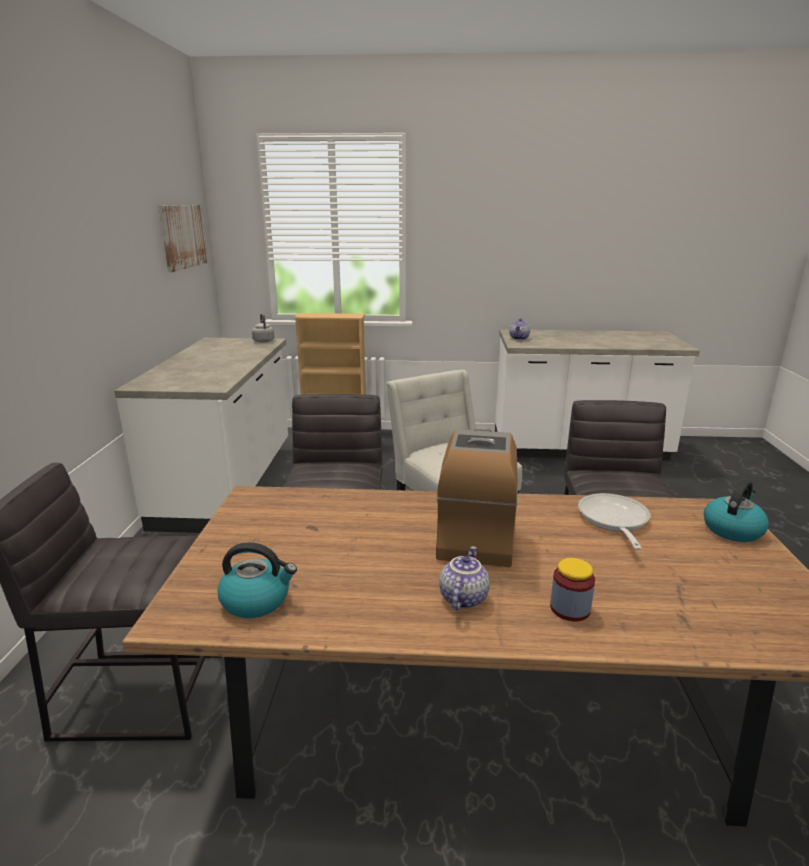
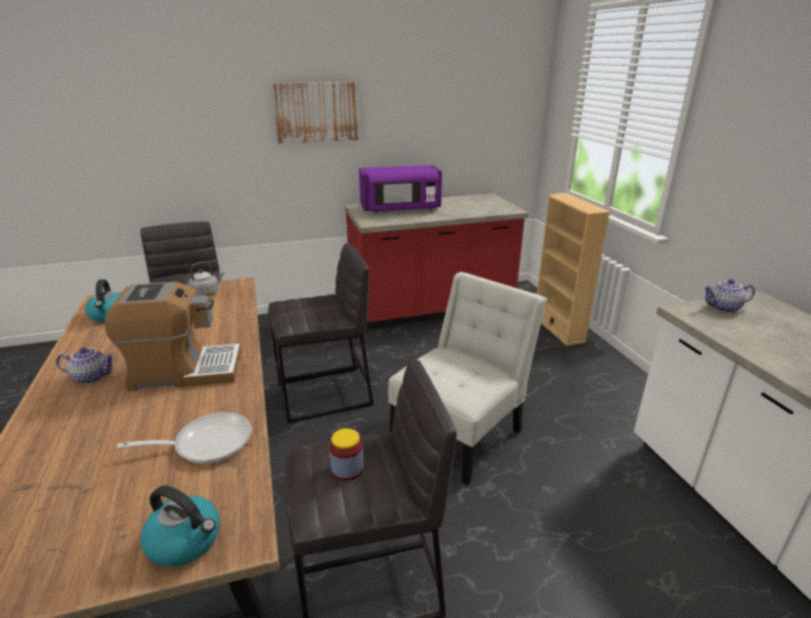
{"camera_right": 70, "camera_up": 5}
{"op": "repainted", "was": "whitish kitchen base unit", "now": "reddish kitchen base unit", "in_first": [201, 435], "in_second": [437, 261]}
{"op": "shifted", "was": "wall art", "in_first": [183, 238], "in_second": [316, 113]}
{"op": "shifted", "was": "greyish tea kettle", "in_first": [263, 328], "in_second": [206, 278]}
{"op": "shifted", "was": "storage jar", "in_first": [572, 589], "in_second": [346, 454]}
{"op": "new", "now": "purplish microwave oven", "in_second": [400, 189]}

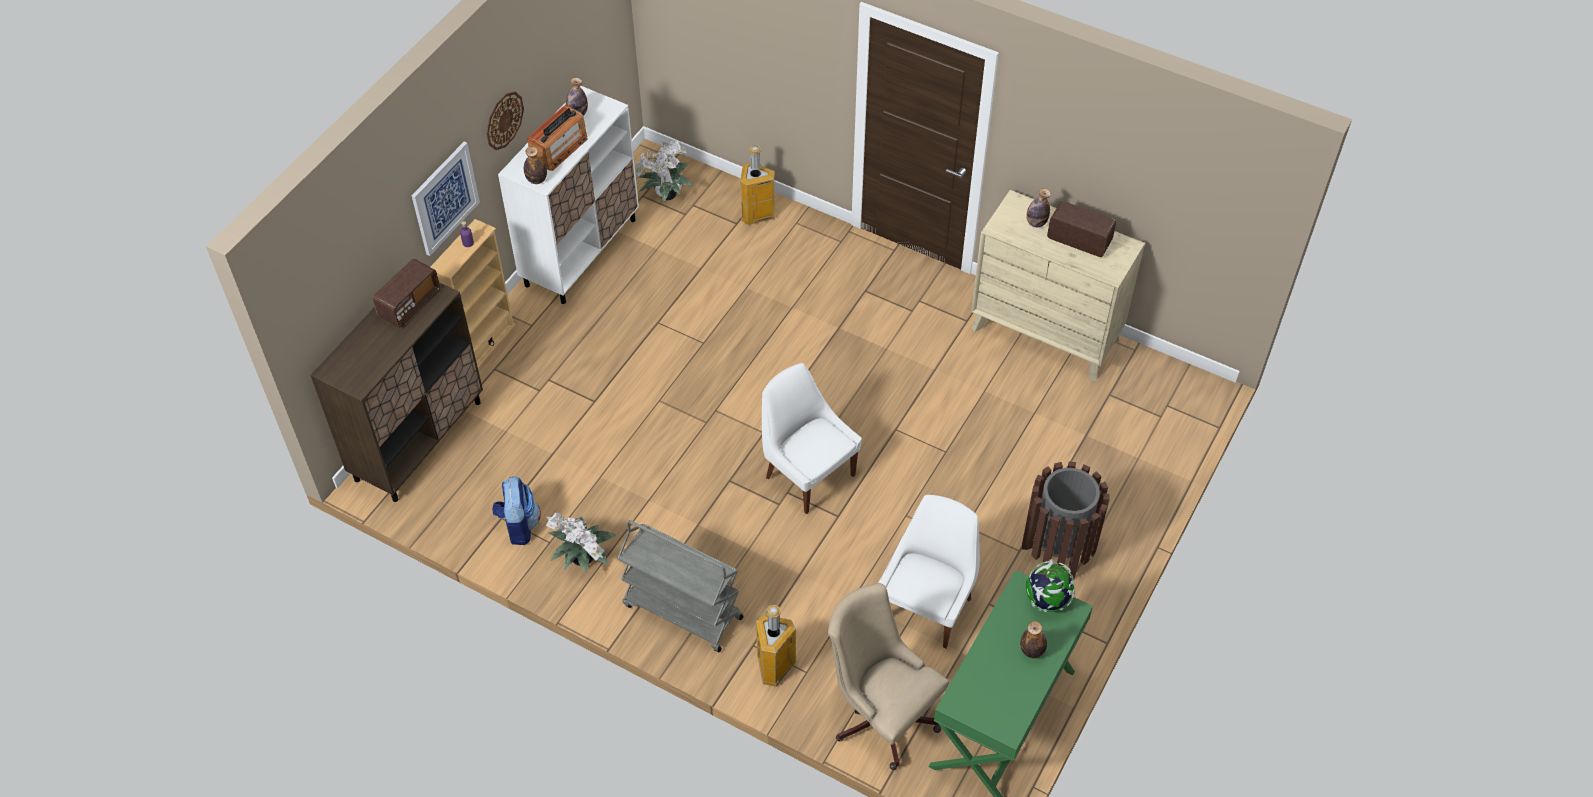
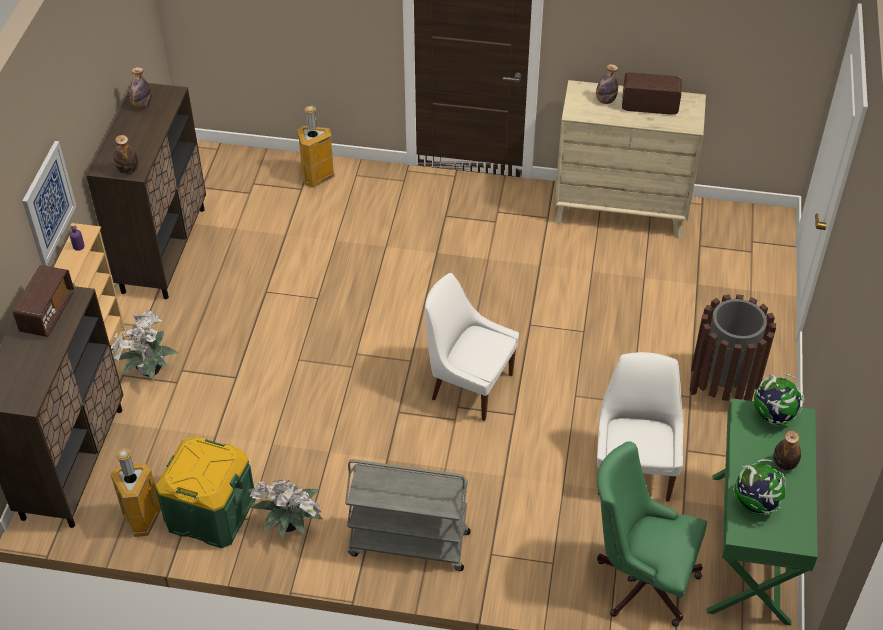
{"camera_right": -20, "camera_up": -5}
{"op": "gone", "was": "clock on the wall", "in_first": [505, 121]}
{"op": "swapped", "was": "rucksack", "now": "green-coloured storage bin", "in_first": [516, 510], "in_second": [205, 492]}
{"op": "repainted", "was": "whitish cabinet", "now": "brown cabinet", "in_first": [568, 195], "in_second": [146, 191]}
{"op": "gone", "was": "radio receiver", "in_first": [557, 138]}
{"op": "shifted", "was": "plant in a pot", "in_first": [664, 171], "in_second": [145, 345]}
{"op": "shifted", "was": "trash can", "in_first": [776, 646], "in_second": [136, 492]}
{"op": "repainted", "was": "beige desk chair", "now": "green-coloured desk chair", "in_first": [888, 676], "in_second": [652, 534]}
{"op": "new", "now": "world globe", "in_second": [759, 487]}

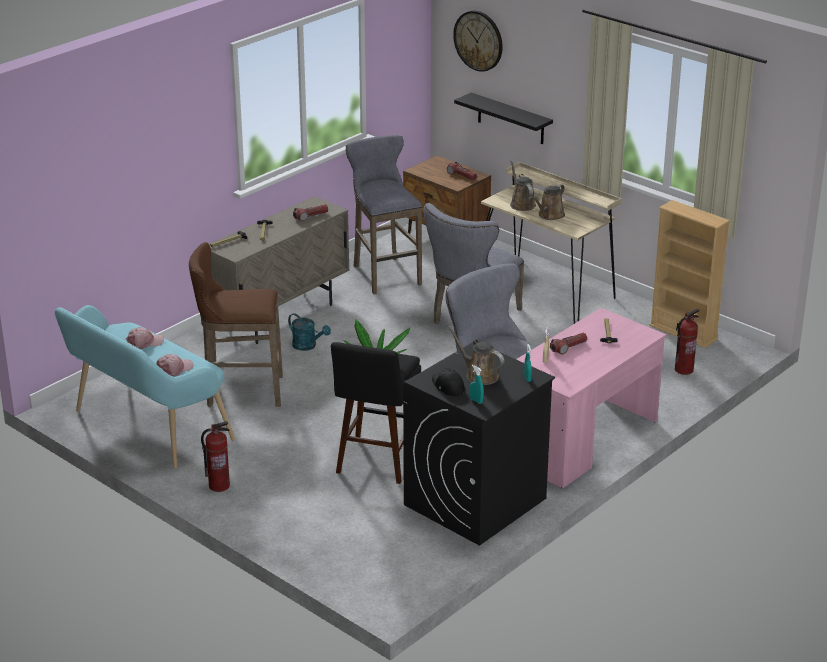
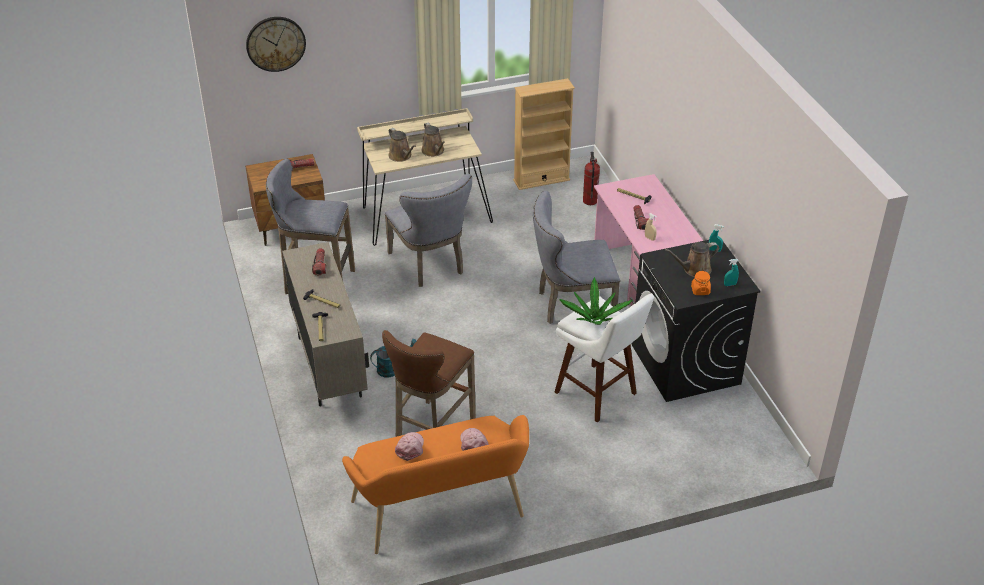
{"camera_right": -60, "camera_up": 10}
{"op": "repainted", "was": "blue-green indoor bench", "now": "orange indoor bench", "in_first": [145, 387], "in_second": [435, 484]}
{"op": "gone", "was": "fire-fighting cylinder", "in_first": [215, 456]}
{"op": "repainted", "was": "blackish sitting stool", "now": "whitish sitting stool", "in_first": [376, 413], "in_second": [604, 358]}
{"op": "swapped", "was": "blackish peaked cap", "now": "orange storage jar", "in_first": [448, 382], "in_second": [701, 283]}
{"op": "gone", "was": "blackish shelf", "in_first": [503, 118]}
{"op": "rotated", "was": "brown watering pot", "in_first": [523, 185], "in_second": [402, 145], "clockwise": -135}

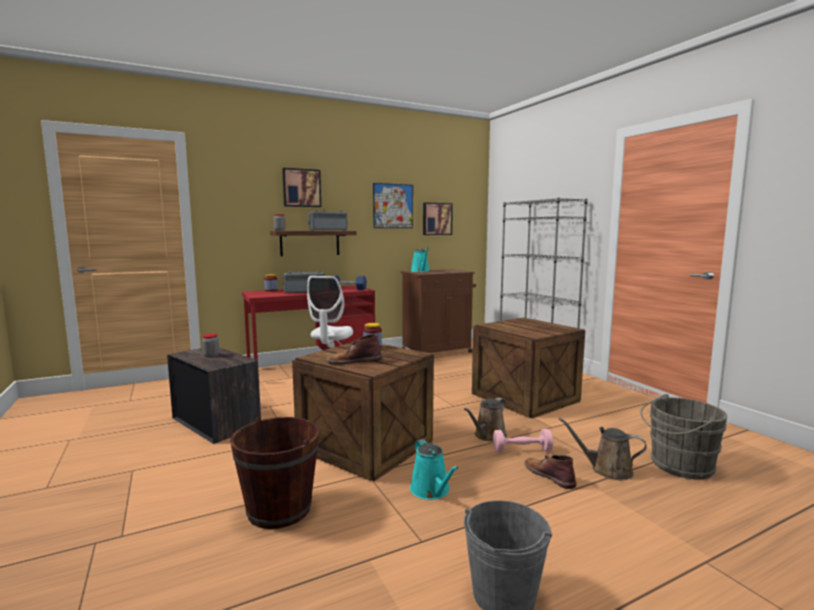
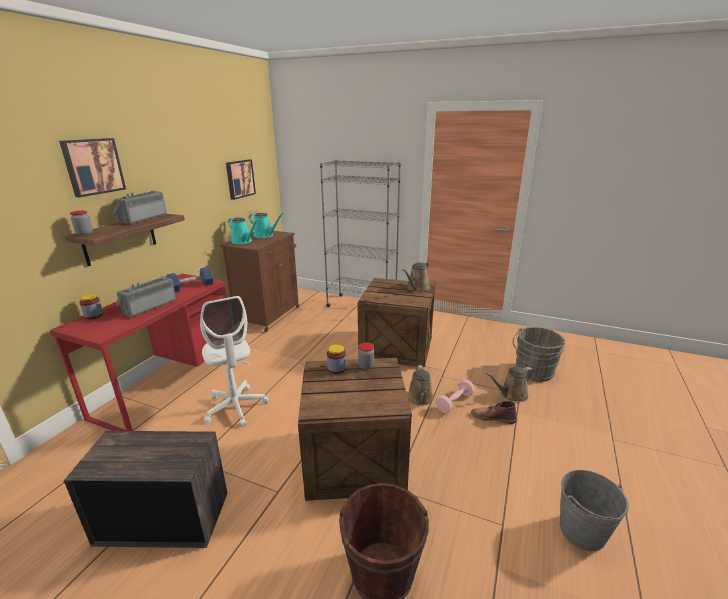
{"camera_right": -40, "camera_up": 15}
{"op": "shifted", "was": "storage jar", "in_first": [210, 346], "in_second": [366, 356]}
{"op": "gone", "was": "brown boot", "in_first": [353, 349]}
{"op": "gone", "was": "wall art", "in_first": [393, 205]}
{"op": "shifted", "was": "blue-green watering pot", "in_first": [434, 469], "in_second": [266, 225]}
{"op": "new", "now": "brown watering pot", "in_second": [416, 277]}

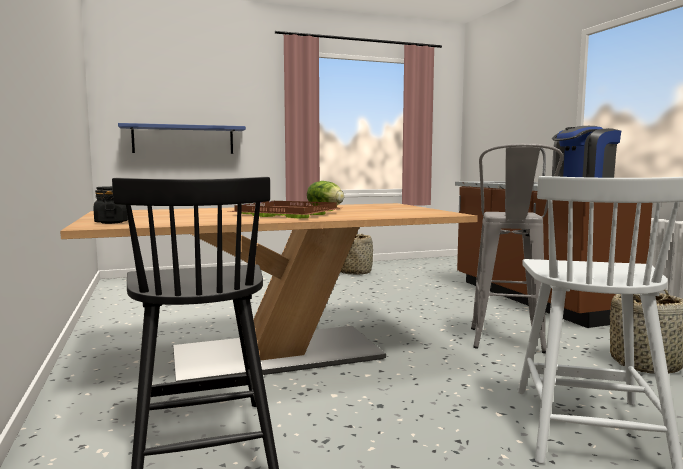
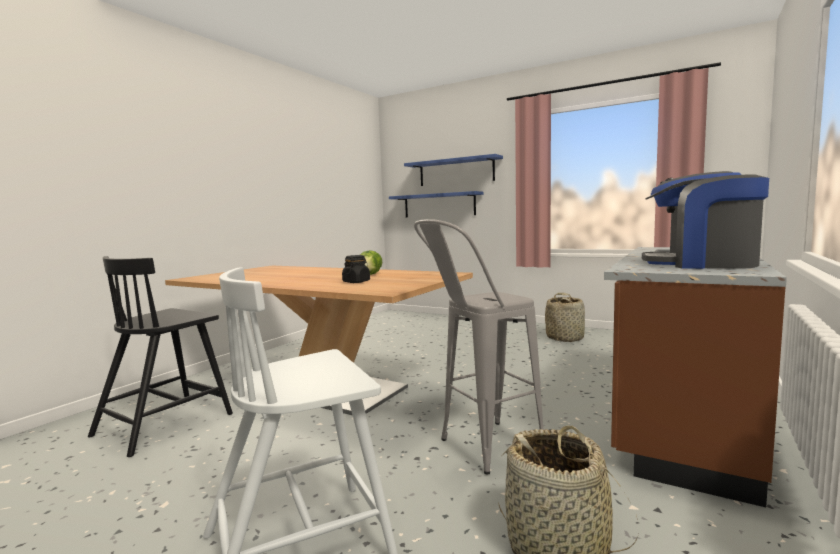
{"camera_right": 50, "camera_up": 0}
{"op": "shifted", "was": "blackish storage jar", "in_first": [111, 205], "in_second": [356, 269]}
{"op": "gone", "was": "brown carrying tray", "in_first": [284, 209]}
{"op": "new", "now": "bluish shelf", "in_second": [453, 170]}

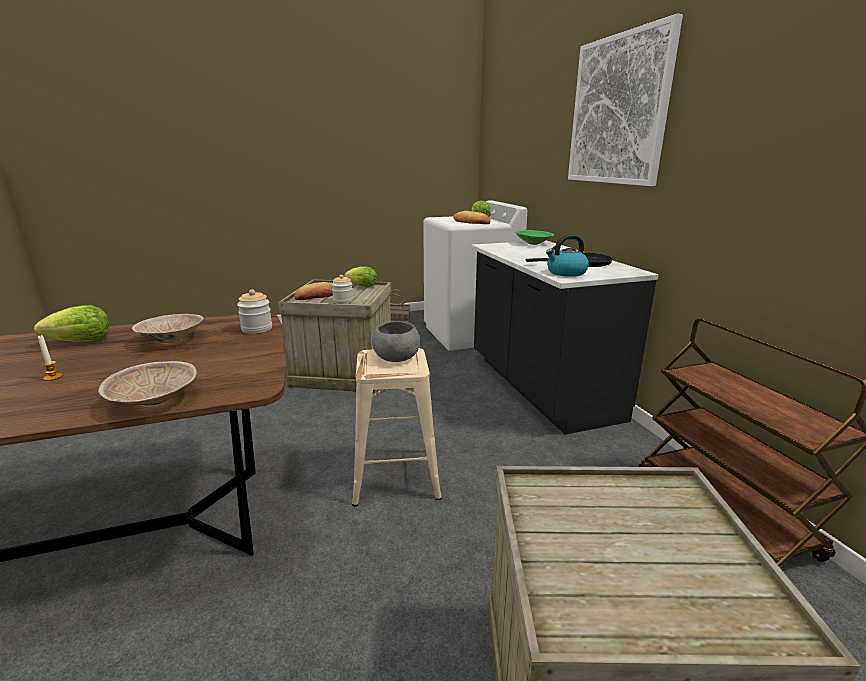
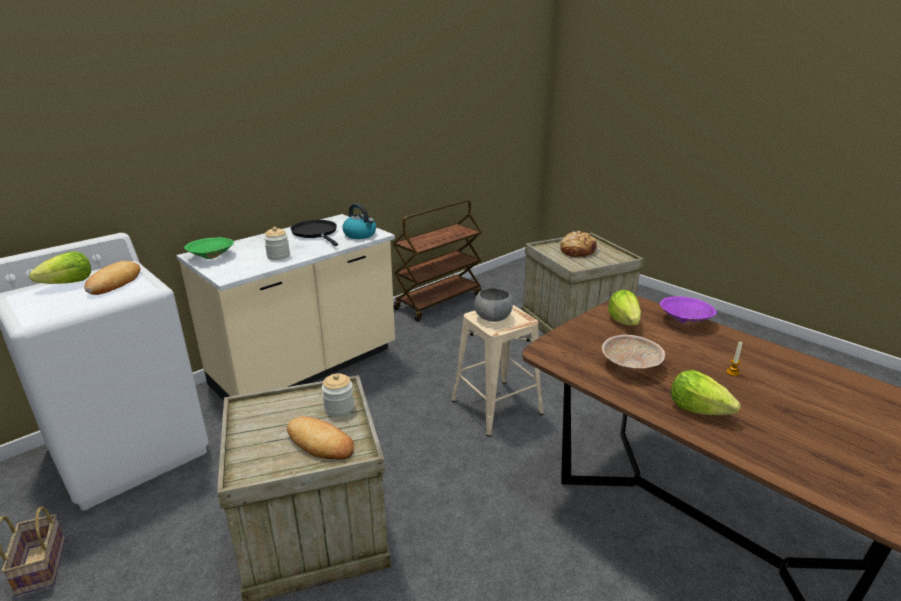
{"camera_right": -115, "camera_up": 5}
{"op": "repainted", "was": "beige serving bowl", "now": "purplish serving bowl", "in_first": [147, 383], "in_second": [688, 310]}
{"op": "shifted", "was": "storage jar", "in_first": [254, 311], "in_second": [277, 243]}
{"op": "shifted", "was": "lettuce", "in_first": [360, 276], "in_second": [624, 308]}
{"op": "repainted", "was": "blackish kitchen base unit", "now": "beige kitchen base unit", "in_first": [565, 337], "in_second": [286, 307]}
{"op": "gone", "was": "wall art", "in_first": [625, 100]}
{"op": "new", "now": "bread", "in_second": [580, 244]}

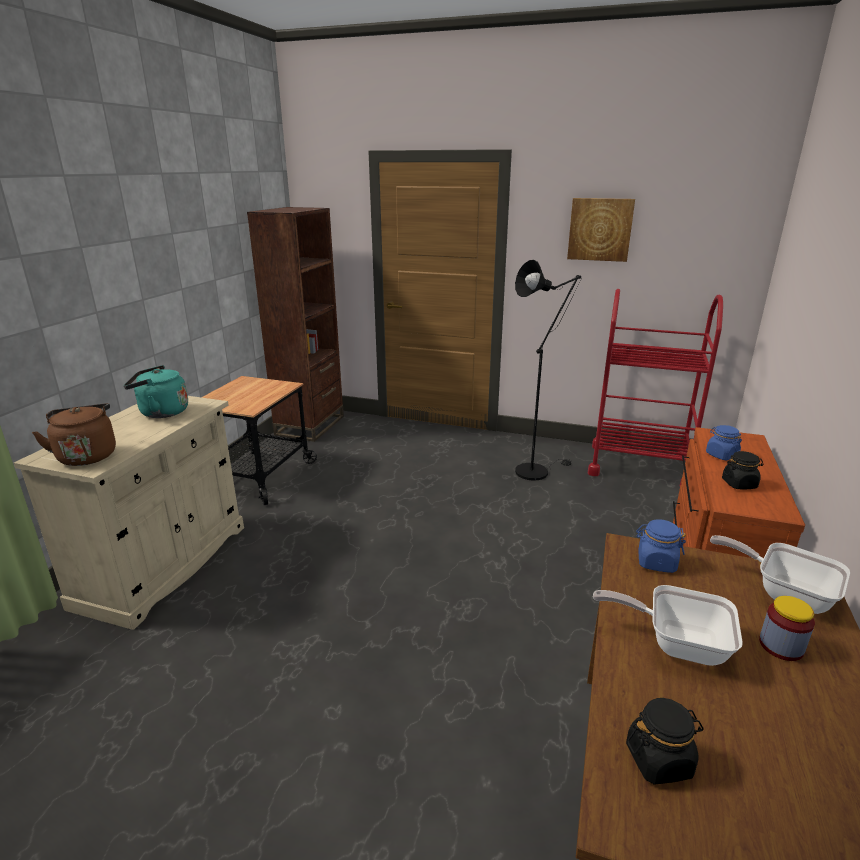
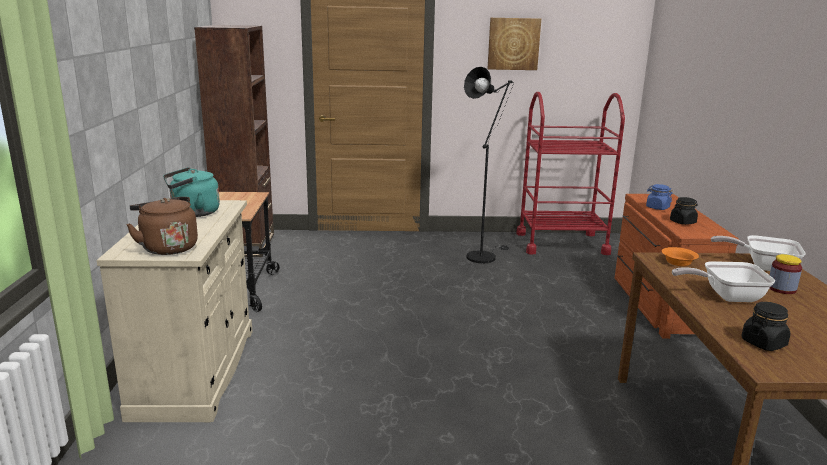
{"camera_right": -20, "camera_up": -5}
{"op": "swapped", "was": "bluish storage jar", "now": "orange serving bowl", "in_first": [661, 546], "in_second": [680, 256]}

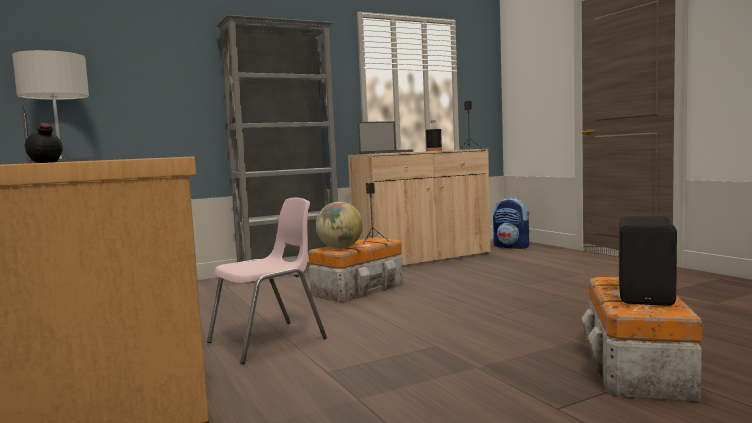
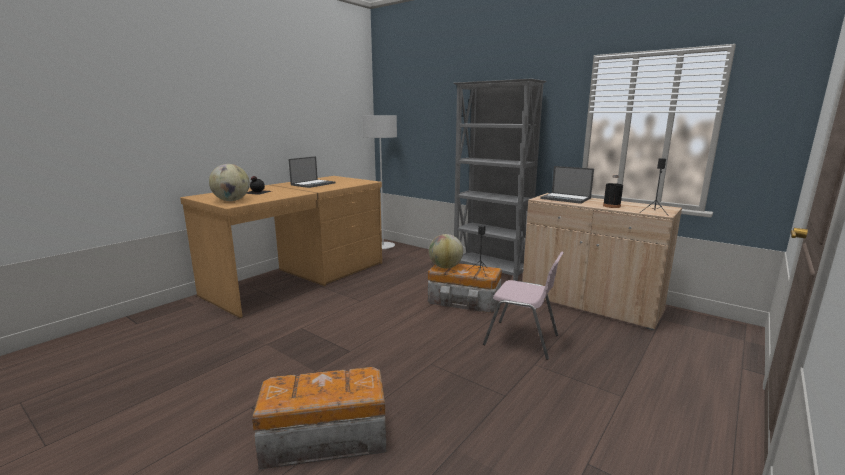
{"camera_right": 65, "camera_up": 10}
{"op": "shifted", "was": "pink upright chair", "in_first": [267, 281], "in_second": [523, 306]}
{"op": "gone", "was": "rucksack", "in_first": [511, 223]}
{"op": "gone", "was": "blackish speaker", "in_first": [648, 261]}
{"op": "new", "now": "world globe", "in_second": [229, 182]}

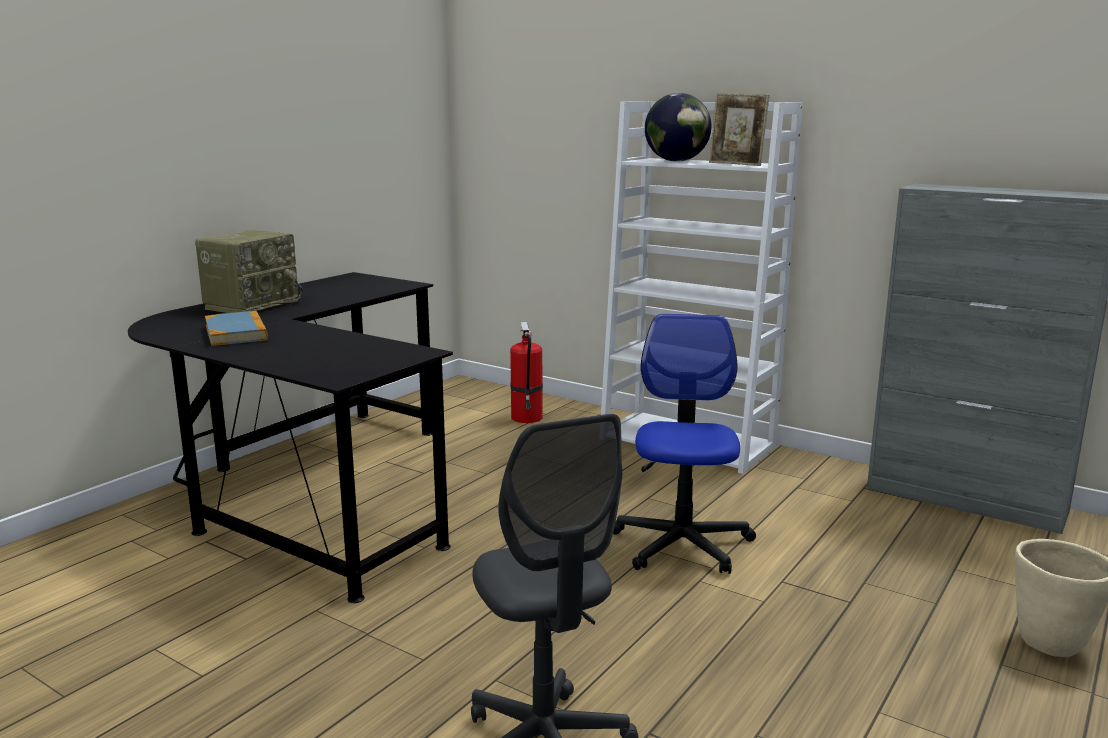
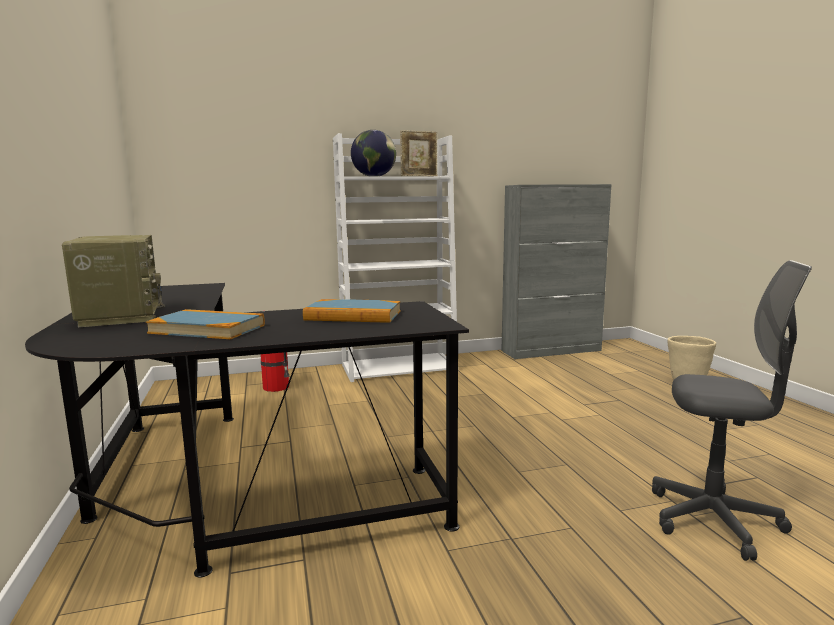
{"camera_right": -50, "camera_up": -5}
{"op": "gone", "was": "desk chair", "in_first": [684, 444]}
{"op": "new", "now": "bound book", "in_second": [352, 311]}

